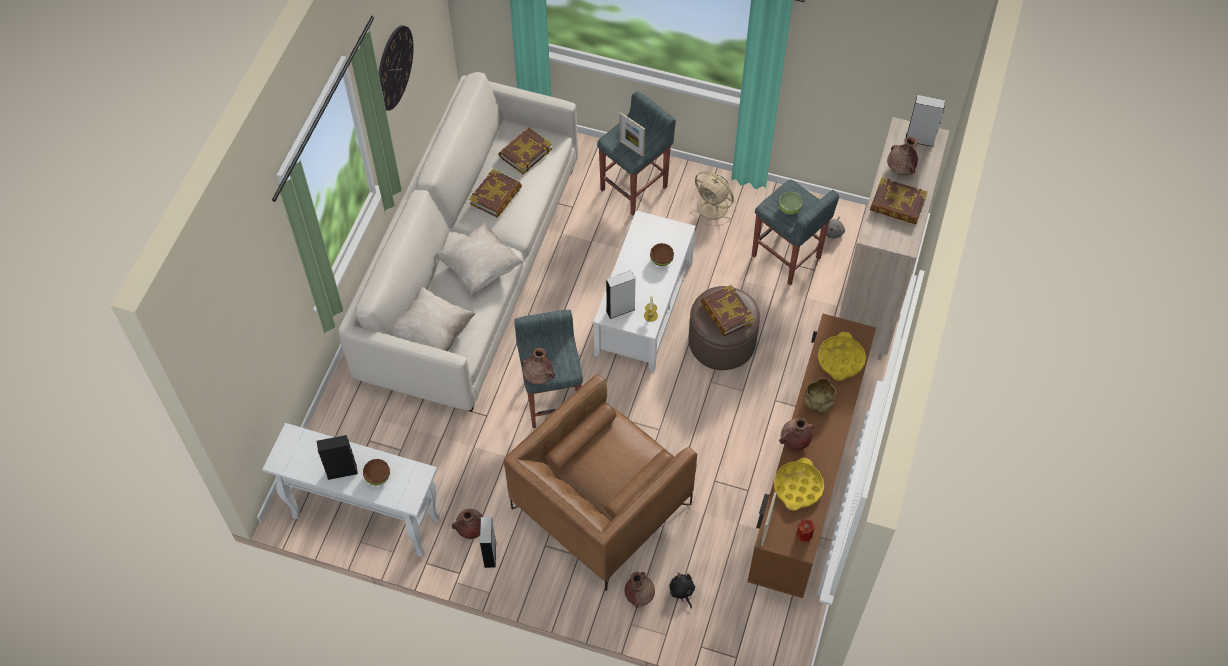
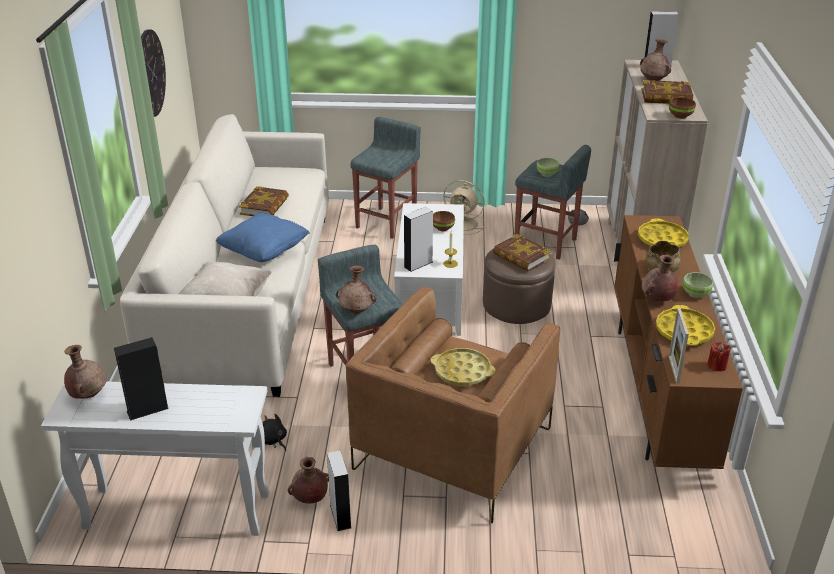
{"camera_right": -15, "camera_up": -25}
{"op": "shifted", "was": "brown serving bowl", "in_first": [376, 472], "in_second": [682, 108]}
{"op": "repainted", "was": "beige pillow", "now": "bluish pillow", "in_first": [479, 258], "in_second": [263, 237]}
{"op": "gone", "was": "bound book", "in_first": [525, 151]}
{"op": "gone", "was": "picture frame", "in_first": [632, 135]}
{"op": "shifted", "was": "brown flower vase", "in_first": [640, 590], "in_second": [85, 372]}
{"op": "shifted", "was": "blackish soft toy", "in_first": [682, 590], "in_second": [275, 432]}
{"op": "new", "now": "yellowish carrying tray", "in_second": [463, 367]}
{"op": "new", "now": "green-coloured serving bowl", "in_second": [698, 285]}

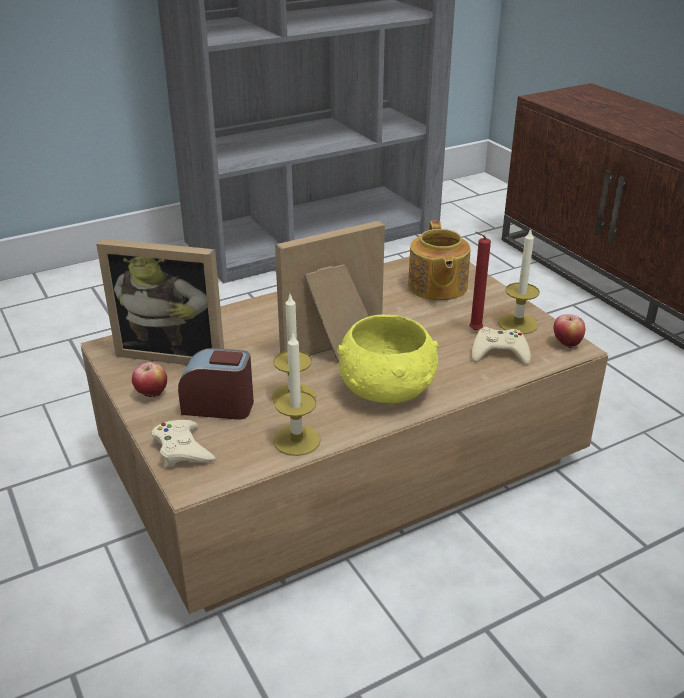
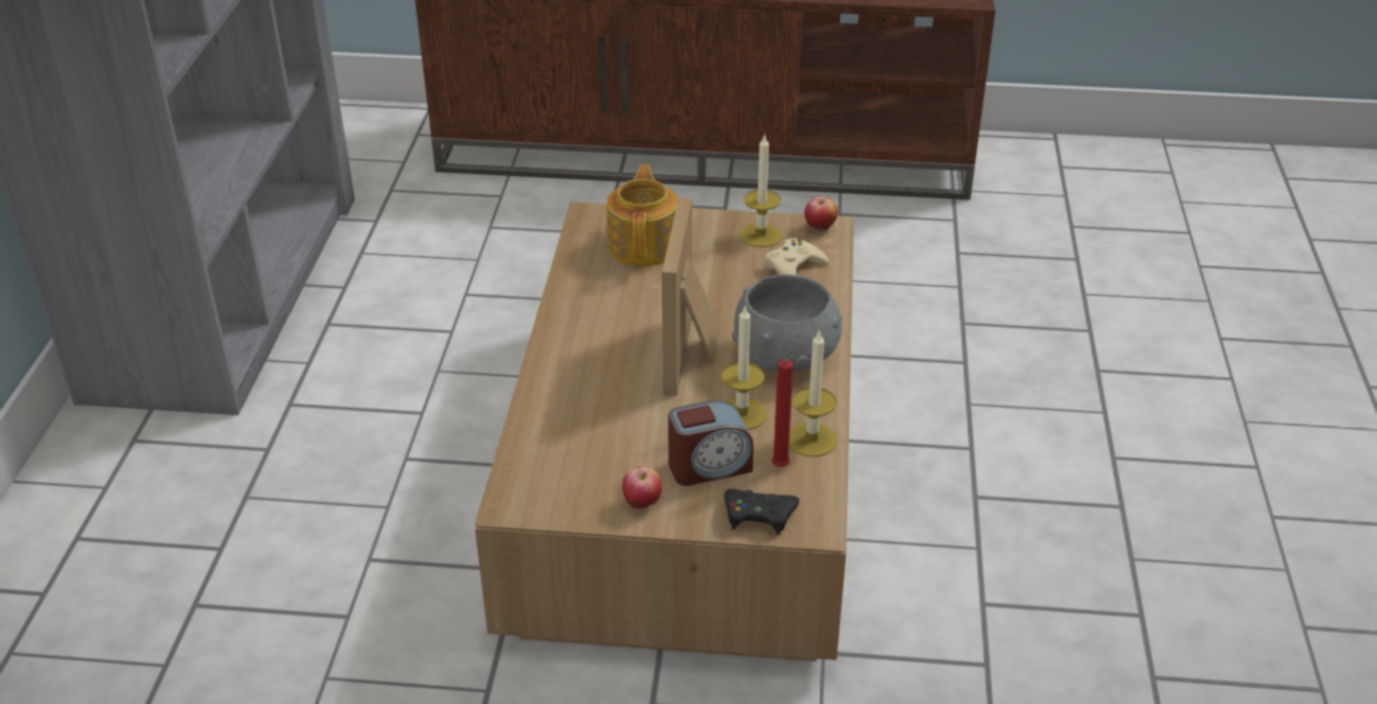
{"camera_right": -55, "camera_up": 5}
{"op": "gone", "was": "picture frame", "in_first": [160, 302]}
{"op": "repainted", "was": "beige gamepad", "now": "blackish gamepad", "in_first": [184, 443], "in_second": [761, 512]}
{"op": "rotated", "was": "alarm clock", "in_first": [216, 384], "in_second": [711, 443], "clockwise": -150}
{"op": "repainted", "was": "yellowish serving bowl", "now": "greyish serving bowl", "in_first": [388, 359], "in_second": [787, 323]}
{"op": "rotated", "was": "pot for tea", "in_first": [439, 261], "in_second": [642, 215], "clockwise": -120}
{"op": "shifted", "was": "reddish candle", "in_first": [480, 281], "in_second": [782, 413]}

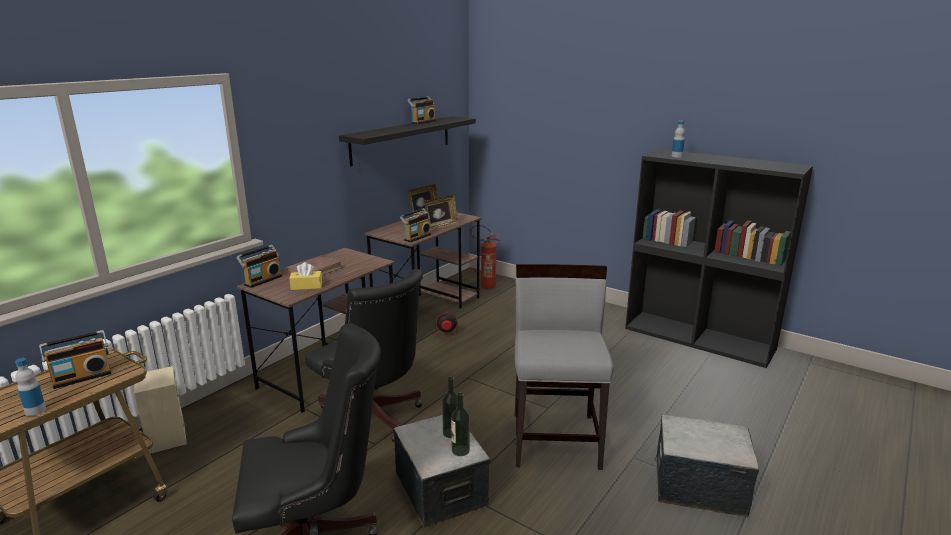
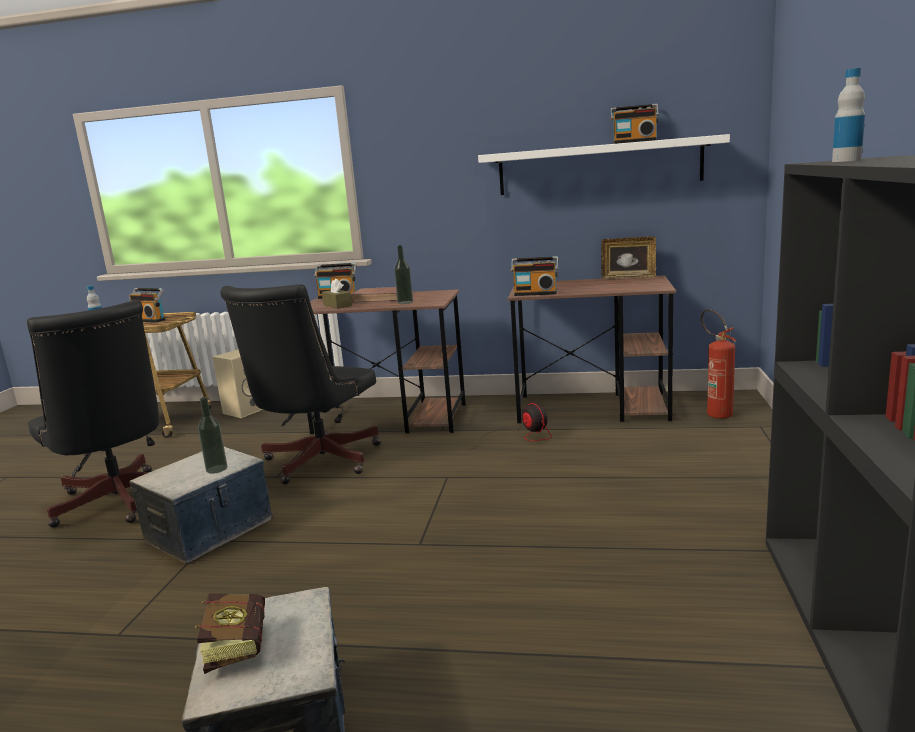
{"camera_right": 65, "camera_up": -5}
{"op": "repainted", "was": "yellowish box of tissues", "now": "brown box of tissues", "in_first": [305, 276], "in_second": [337, 293]}
{"op": "repainted", "was": "blackish shelf", "now": "whitish shelf", "in_first": [407, 141], "in_second": [604, 164]}
{"op": "gone", "was": "picture frame", "in_first": [441, 212]}
{"op": "shifted", "was": "drink bottle", "in_first": [460, 424], "in_second": [403, 274]}
{"op": "gone", "was": "greyish upright chair", "in_first": [564, 367]}
{"op": "new", "now": "bound book", "in_second": [230, 633]}

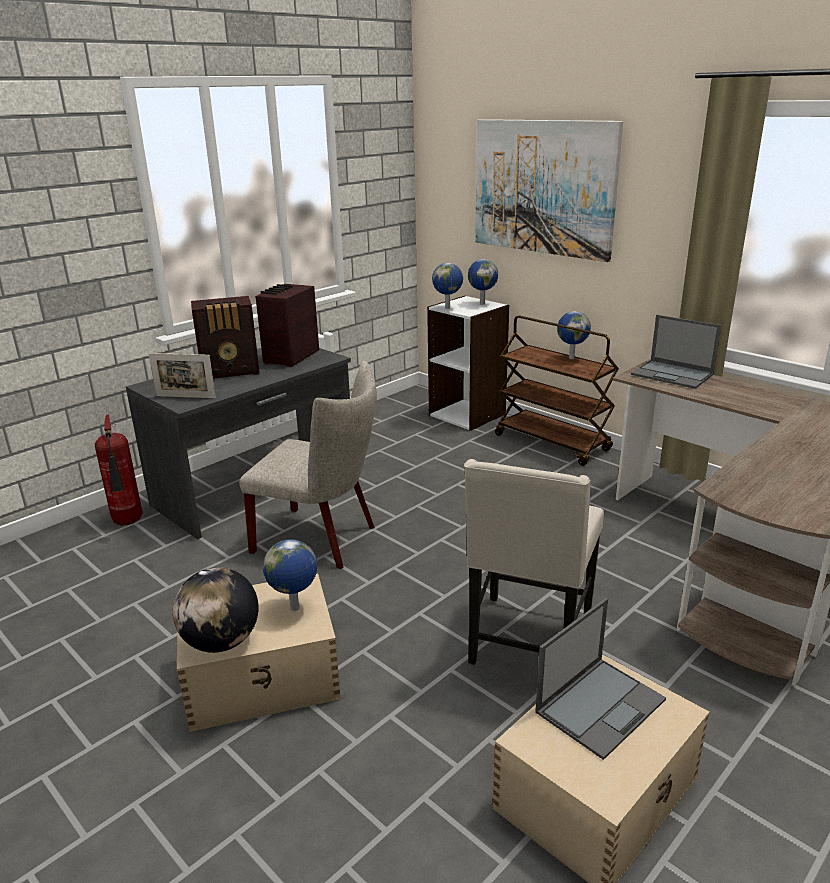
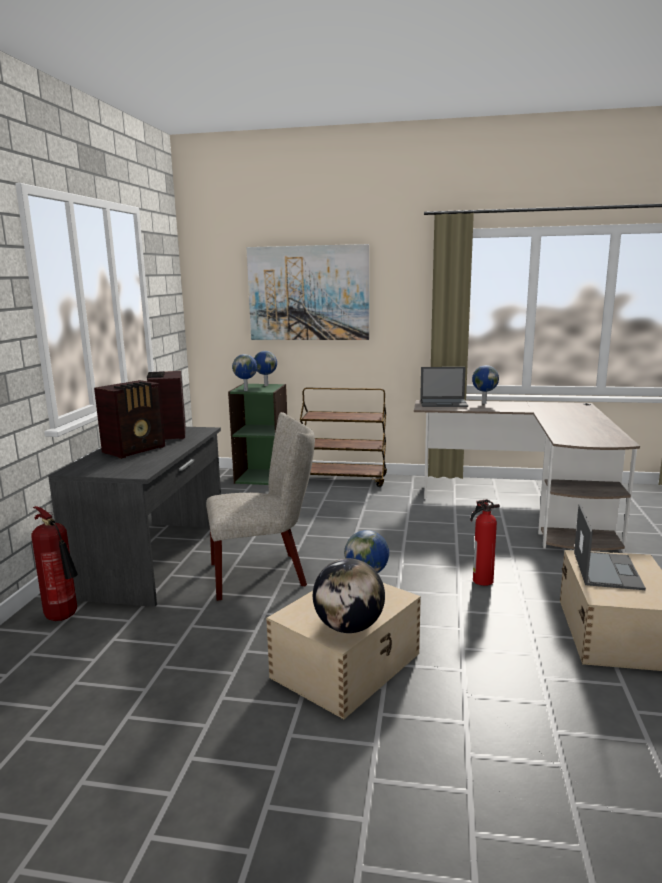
{"camera_right": -35, "camera_up": -10}
{"op": "gone", "was": "picture frame", "in_first": [182, 375]}
{"op": "repainted", "was": "whitish bookshelf", "now": "green-coloured bookshelf", "in_first": [468, 363], "in_second": [257, 434]}
{"op": "swapped", "was": "beige upright chair", "now": "fire-fighting cylinder", "in_first": [534, 562], "in_second": [485, 542]}
{"op": "shifted", "was": "world globe", "in_first": [574, 335], "in_second": [485, 384]}

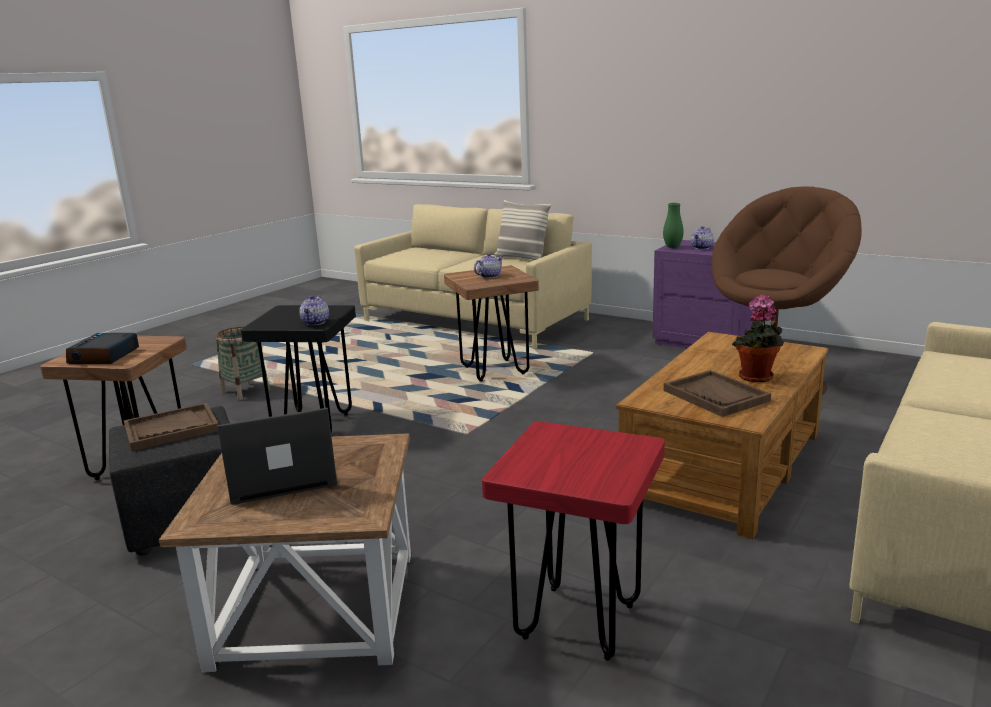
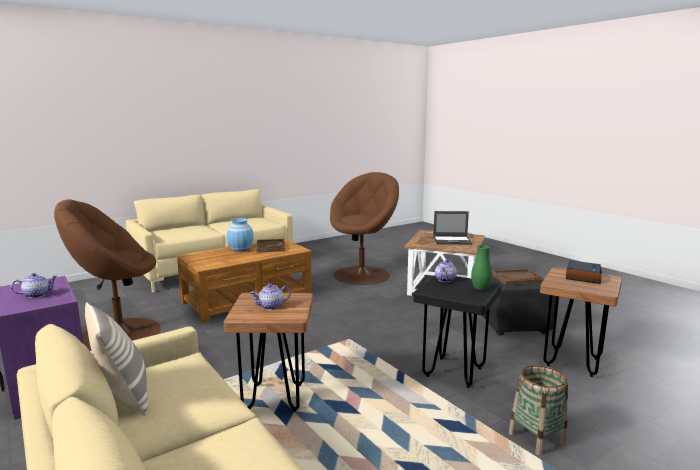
{"camera_right": -160, "camera_up": -5}
{"op": "swapped", "was": "reddish sitting stool", "now": "brown armchair", "in_first": [573, 540], "in_second": [364, 228]}
{"op": "shifted", "was": "green-coloured flower vase", "in_first": [673, 225], "in_second": [481, 268]}
{"op": "swapped", "was": "plant in a pot", "now": "bluish flower vase", "in_first": [758, 338], "in_second": [240, 235]}

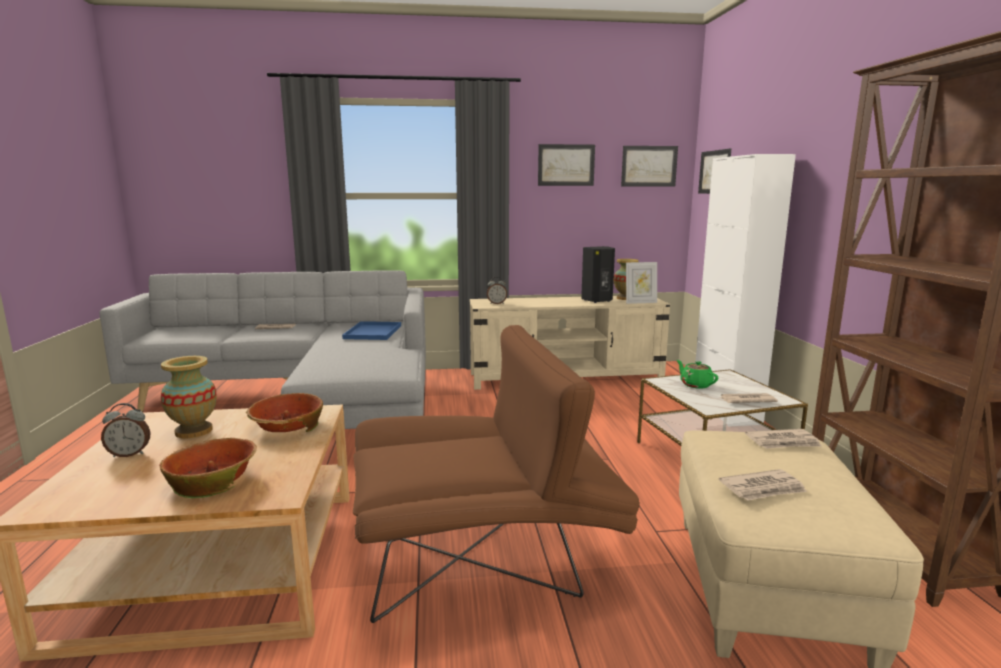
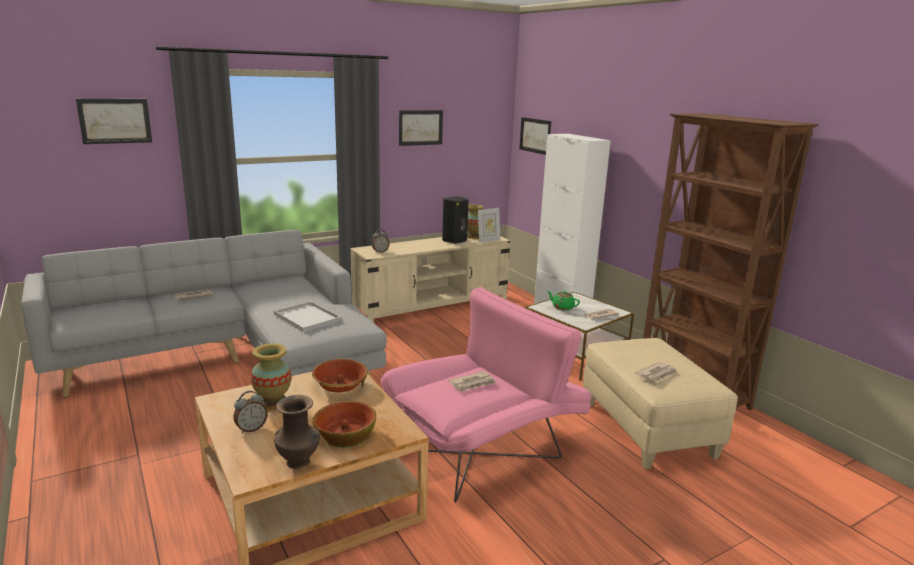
{"camera_right": -25, "camera_up": 5}
{"op": "gone", "was": "bluish carrying tray", "in_first": [371, 330]}
{"op": "repainted", "was": "brown armchair", "now": "pink armchair", "in_first": [496, 474], "in_second": [486, 395]}
{"op": "shifted", "was": "wall art", "in_first": [649, 166], "in_second": [114, 121]}
{"op": "shifted", "was": "newspaper", "in_first": [783, 439], "in_second": [472, 381]}
{"op": "new", "now": "whitish carrying tray", "in_second": [307, 316]}
{"op": "new", "now": "brown flower vase", "in_second": [297, 432]}

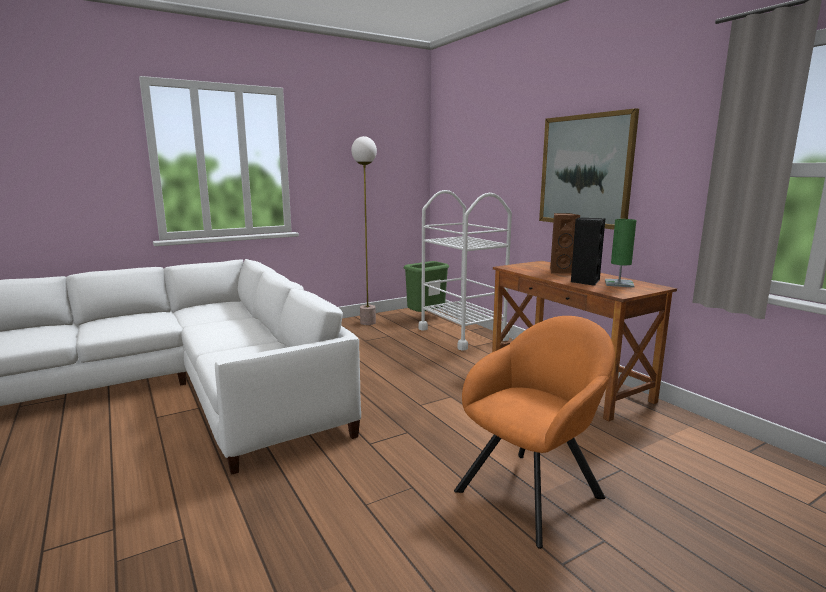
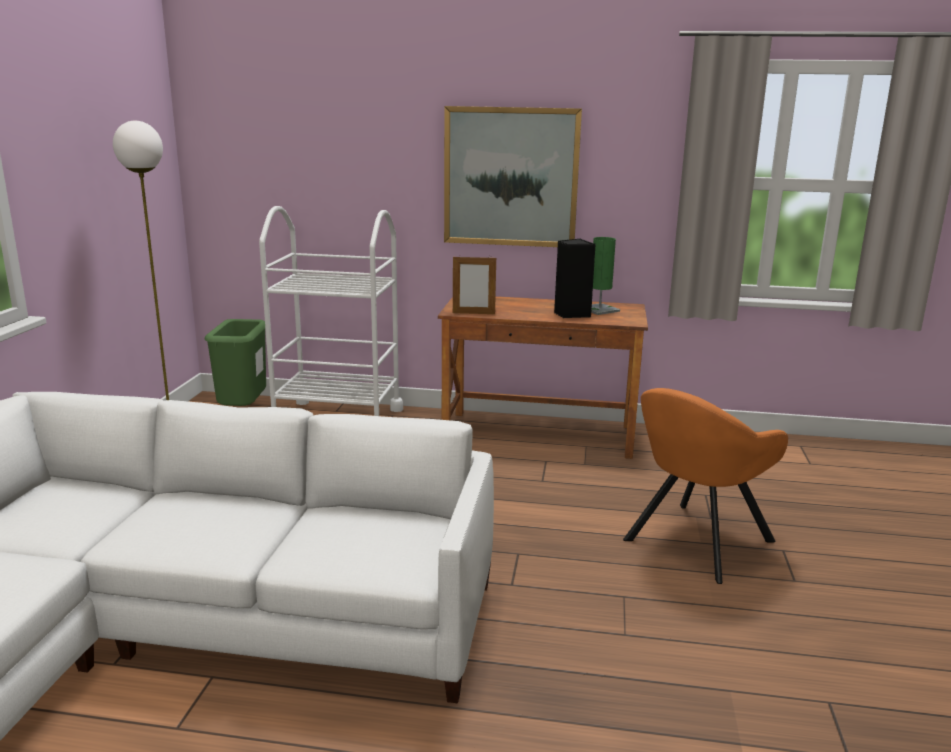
{"camera_right": -50, "camera_up": 5}
{"op": "rotated", "was": "orange armchair", "in_first": [534, 432], "in_second": [705, 486], "clockwise": -135}
{"op": "gone", "was": "brown speaker", "in_first": [565, 243]}
{"op": "new", "now": "picture frame", "in_second": [474, 284]}

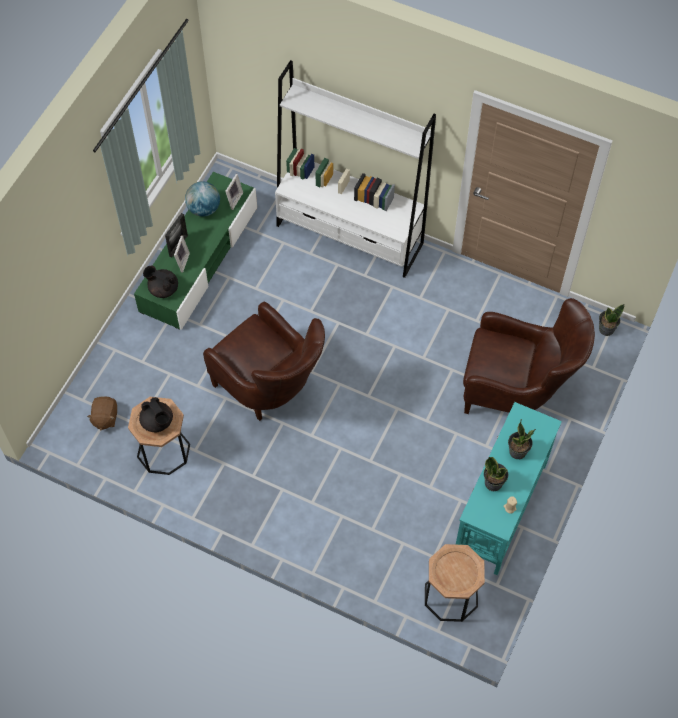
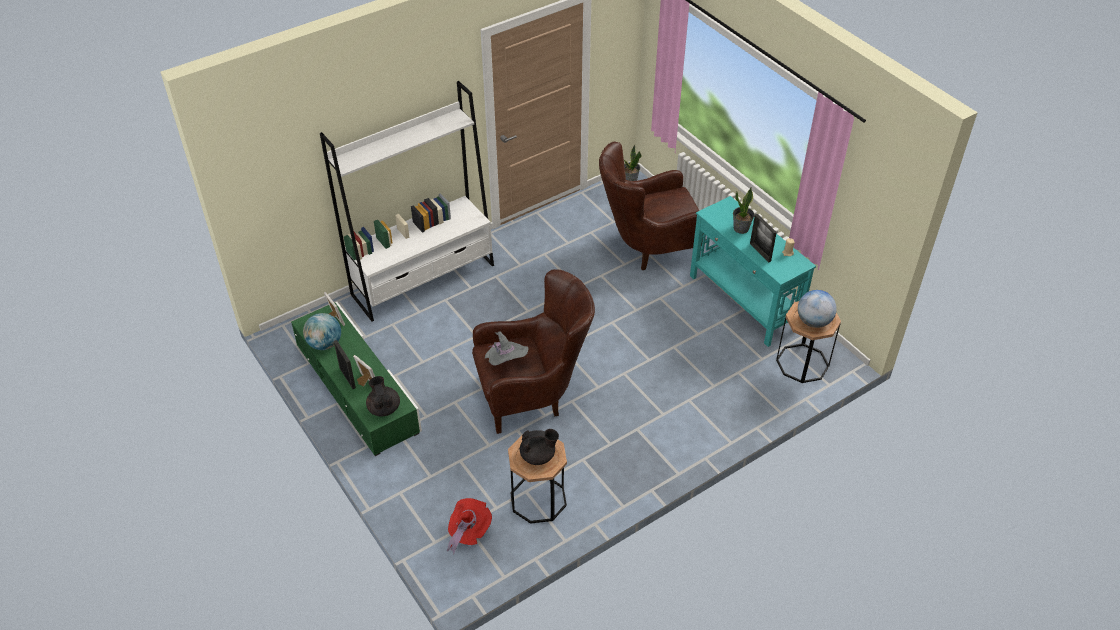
{"camera_right": -60, "camera_up": -15}
{"op": "swapped", "was": "brown soft toy", "now": "reddish hat", "in_first": [102, 413], "in_second": [469, 526]}
{"op": "rotated", "was": "blackish pot for tea", "in_first": [160, 282], "in_second": [383, 396], "clockwise": 105}
{"op": "rotated", "was": "brown armchair", "in_first": [529, 356], "in_second": [651, 205], "clockwise": -150}
{"op": "swapped", "was": "plant in a pot", "now": "picture frame", "in_first": [496, 474], "in_second": [763, 238]}
{"op": "new", "now": "greyish hat", "in_second": [506, 348]}
{"op": "new", "now": "world globe", "in_second": [817, 309]}

